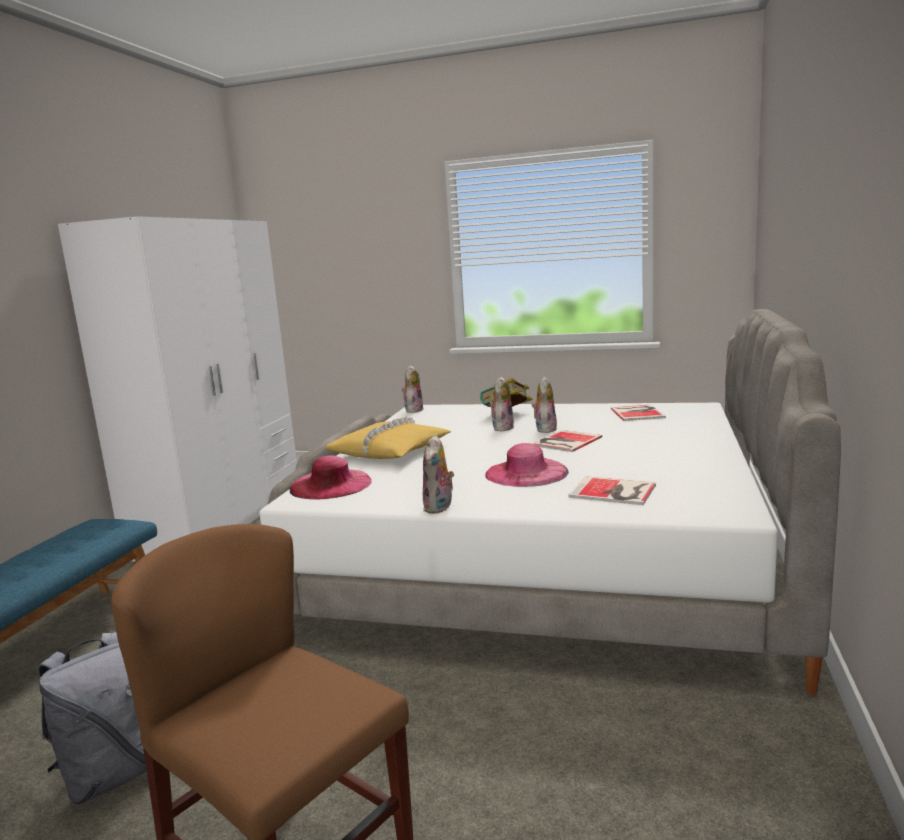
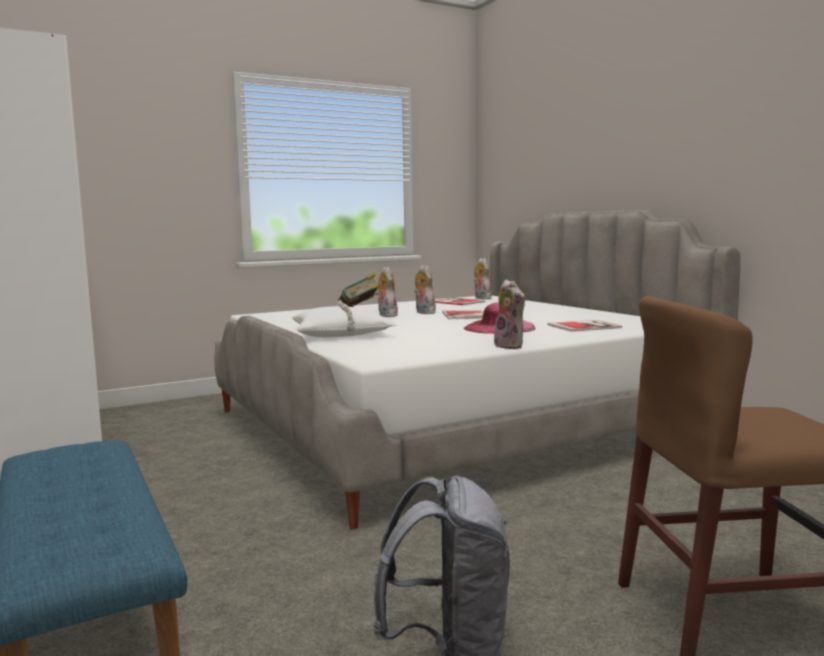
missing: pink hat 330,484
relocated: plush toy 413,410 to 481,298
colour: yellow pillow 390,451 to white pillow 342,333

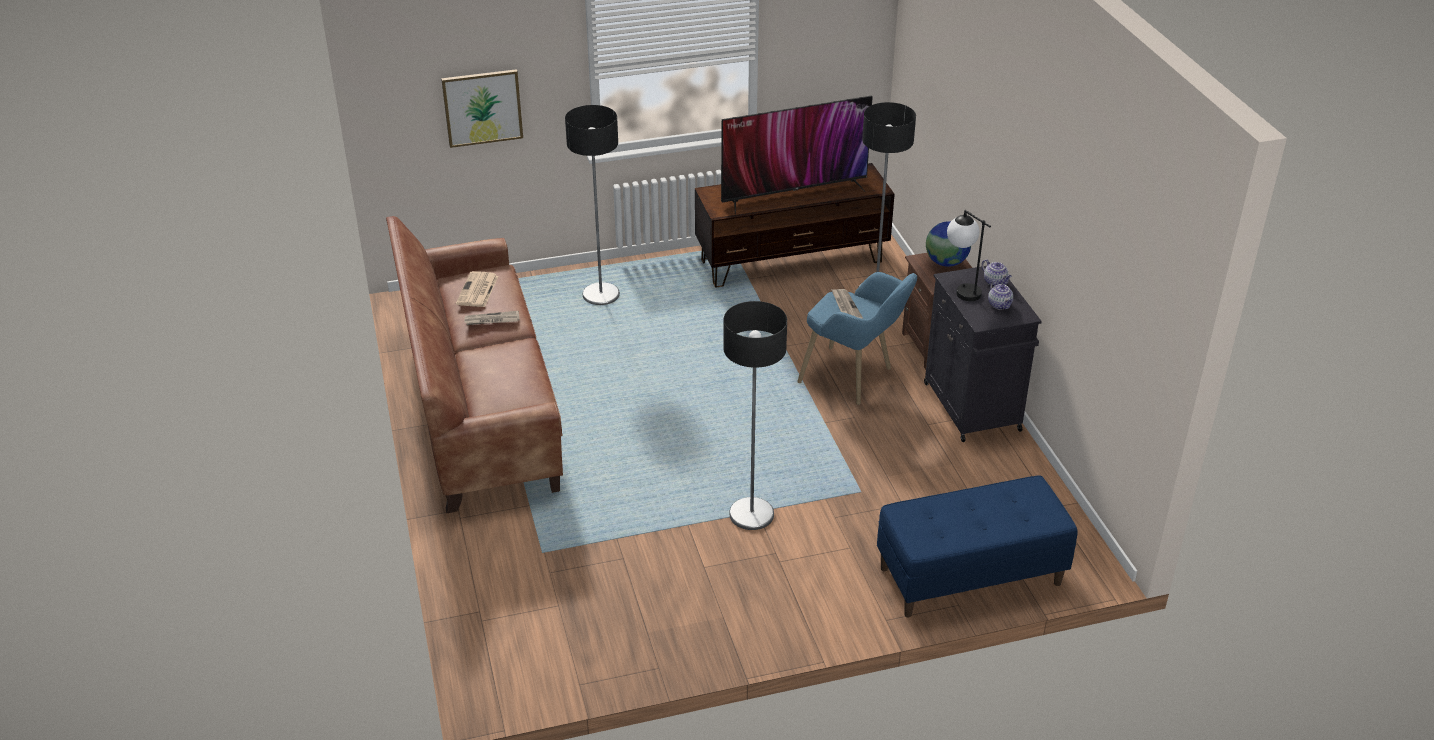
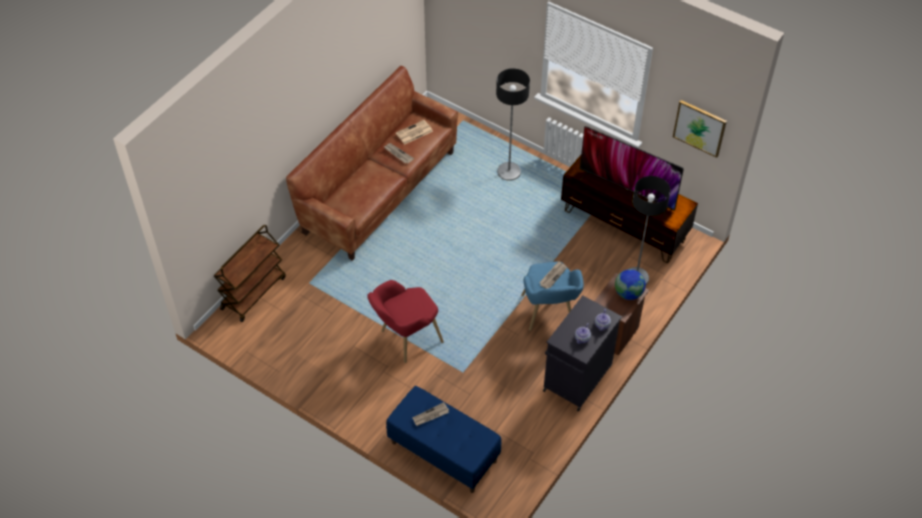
missing: table lamp 961,289
appeared: brown cart 253,292; newspaper 430,415
relocated: picture 482,107 to 699,128
exchanged: floor lamp 751,514 to red armchair 405,340

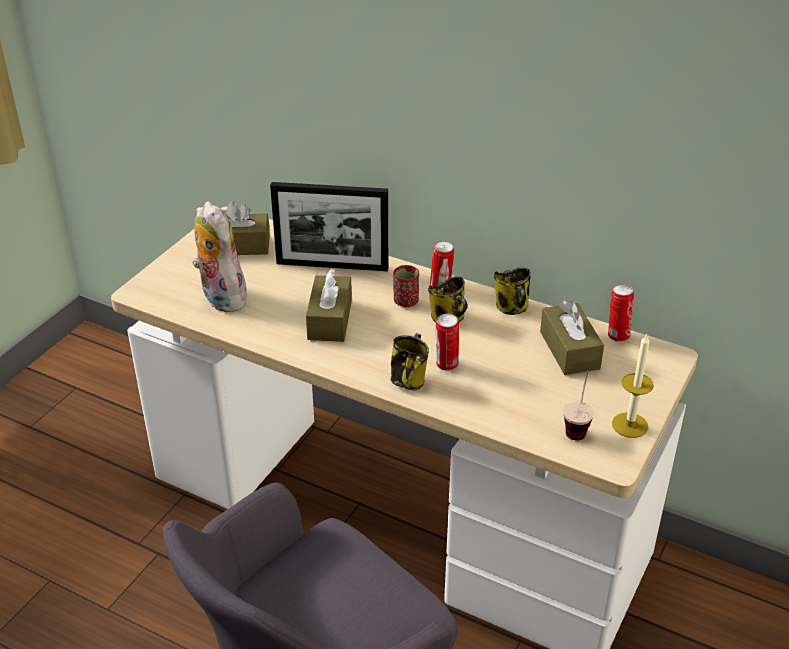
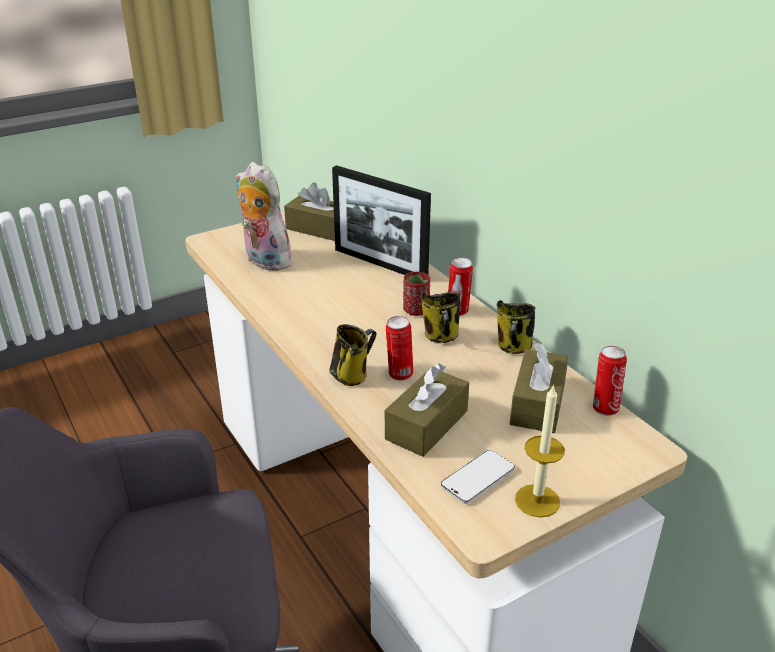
relocated: brown tissue box 330,320 to 426,425
exchanged: cup 577,425 to phone 477,478
spun: plush toy 220,297 = 264,261 45 degrees counterclockwise

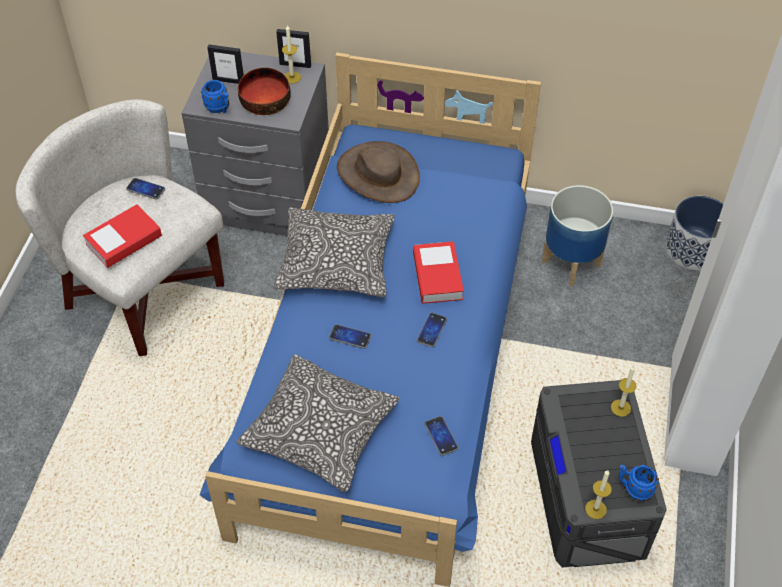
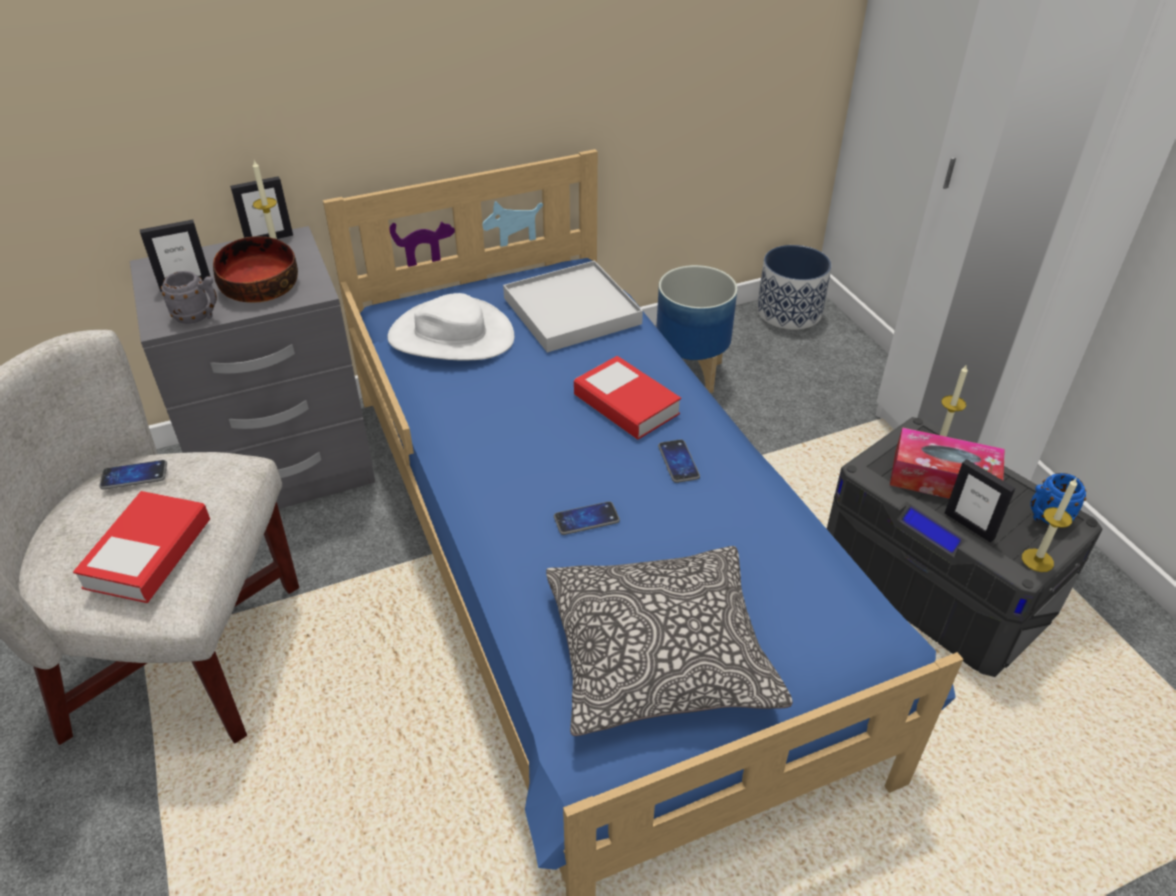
missing: pillow 336,262; phone 441,436
appeared: white tray 571,311; tissue box 942,479; picture frame 969,525
colour: blue mug 219,109 to grey mug 198,317; brown hat 378,174 to white hat 451,336

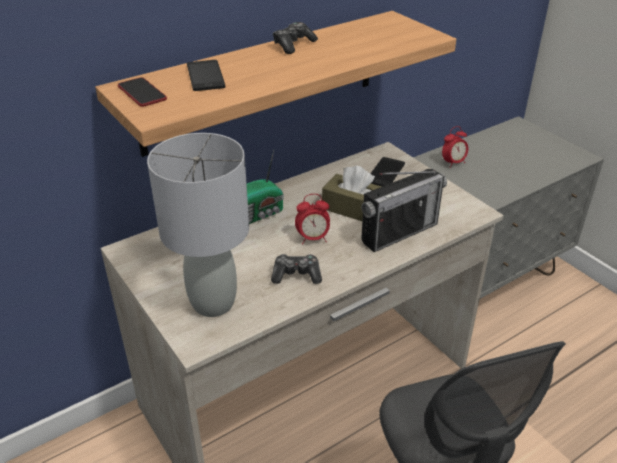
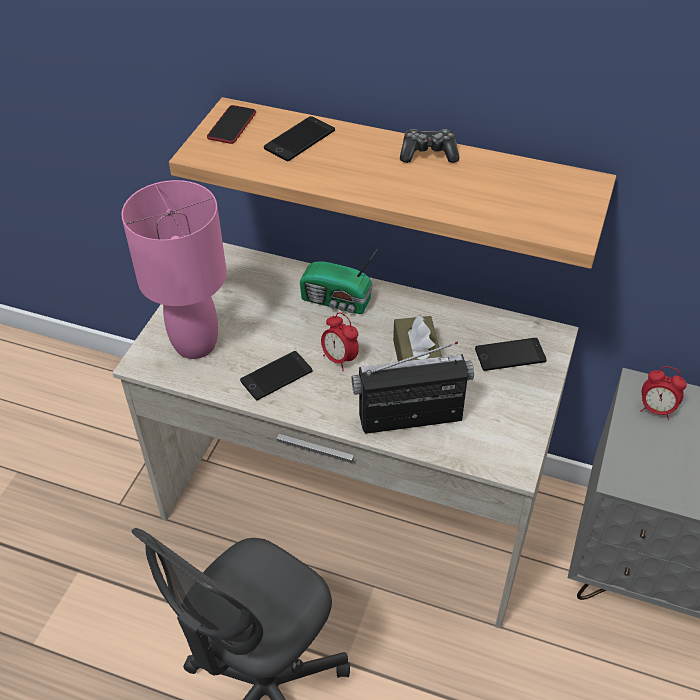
exchanged: game controller 296,275 to phone 276,376
colour: grey table lamp 213,304 to pink table lamp 195,345
spun: radio 399,233 = 410,417 150 degrees clockwise

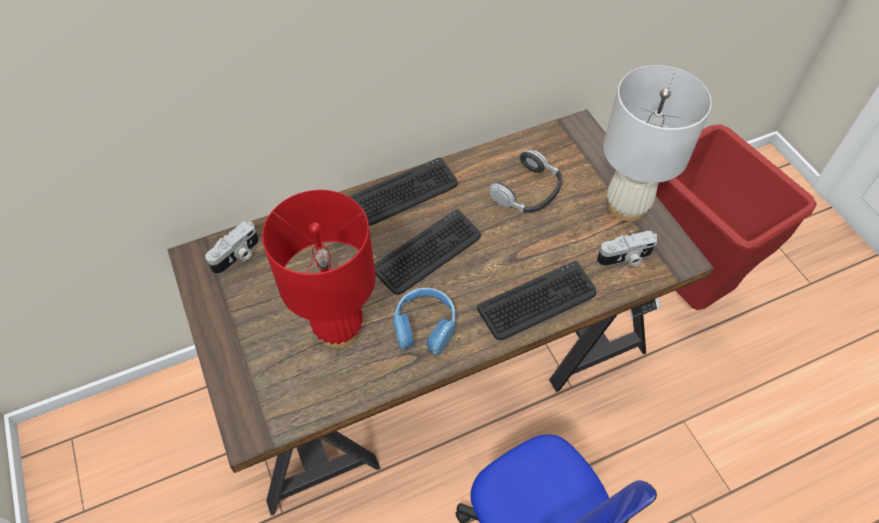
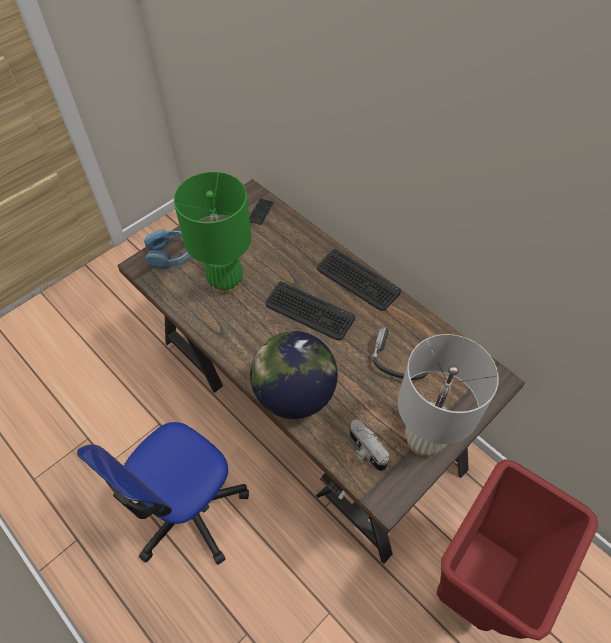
relocated: blue headphones 424,326 to 170,255
exchanged: photo camera 237,256 to phone 260,212; keyboard 537,301 to globe 294,395
colour: red table lamp 338,329 to green table lamp 225,282

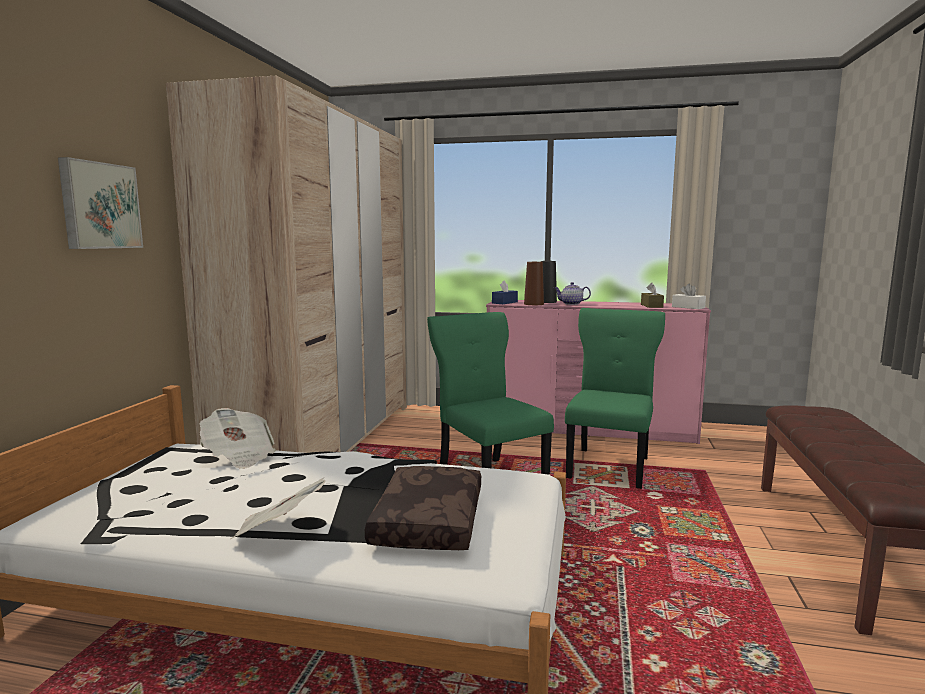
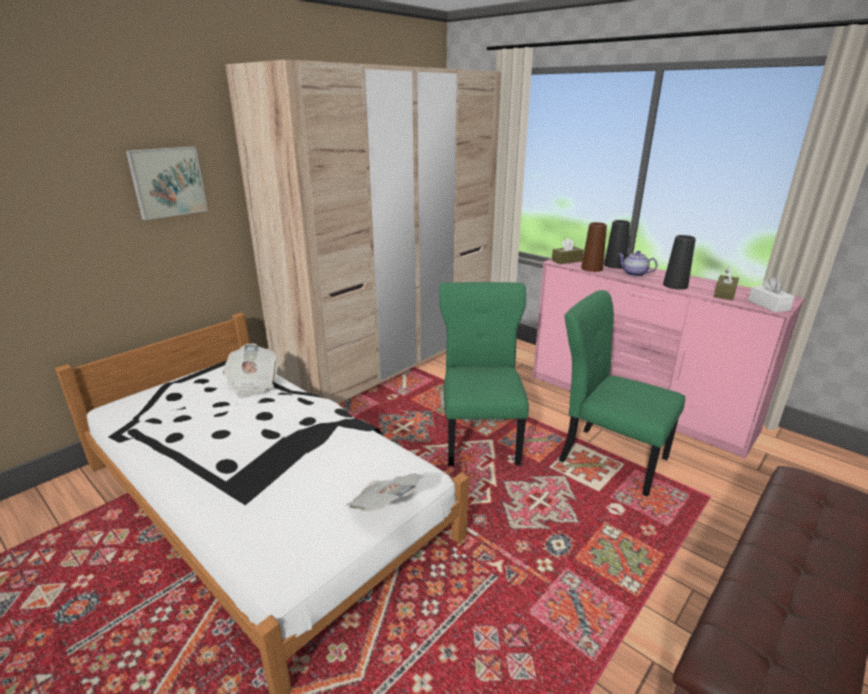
missing: brown pillow 427,521
appeared: black vase 675,285
relocated: newspaper 279,531 to 385,506
colour: blue tissue box 504,302 to brown tissue box 566,261
spun: green chair 610,466 = 608,458 105 degrees counterclockwise

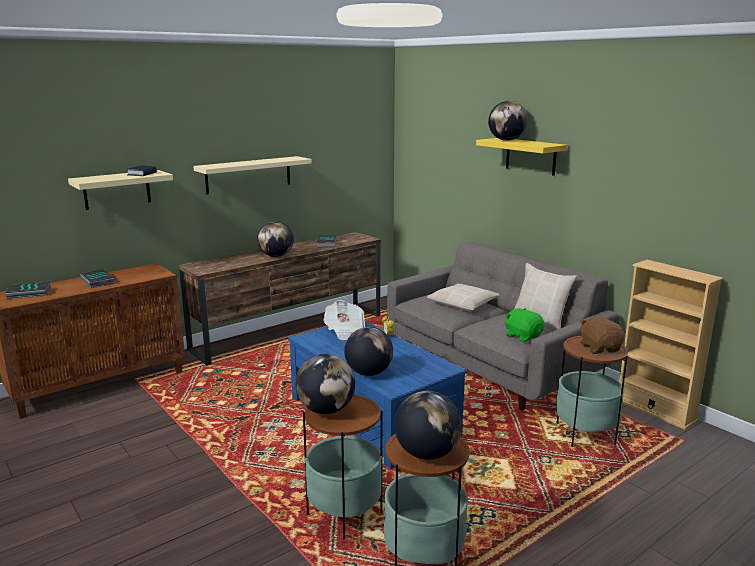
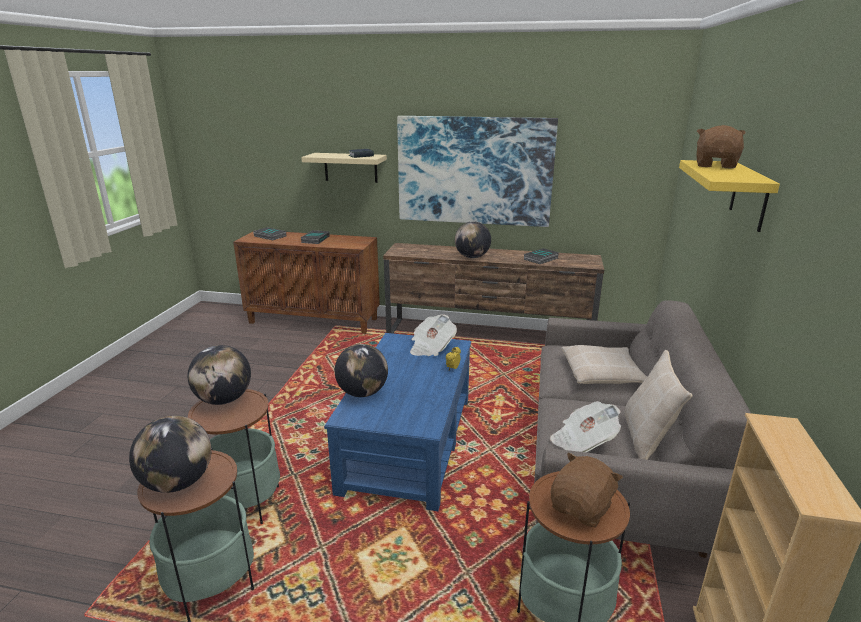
exchanged: beige shelf 248,175 to picture 474,171; green plush toy 522,336 to newspaper 583,442; globe 506,140 to brown plush toy 716,165

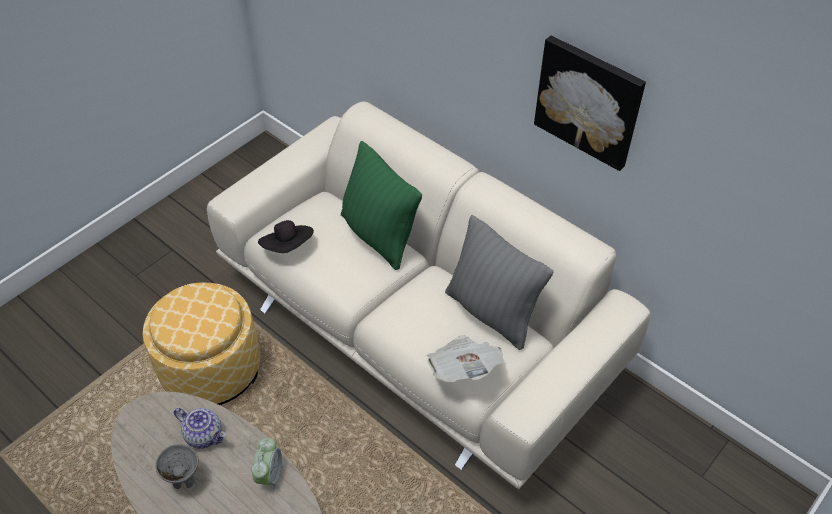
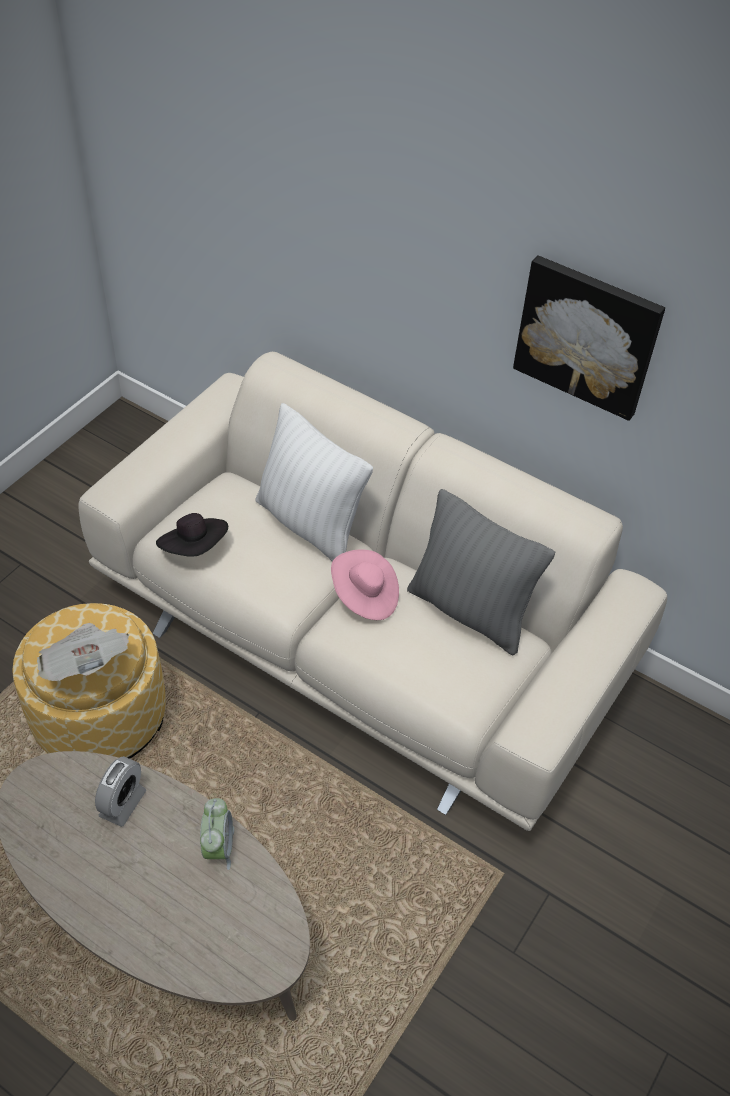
missing: grey bowl 184,480
appeared: pink hat 365,596
relocated: newspaper 463,369 to 86,665
exchanged: teapot 204,435 to alarm clock 122,803
colour: green pillow 379,236 to white pillow 310,524

